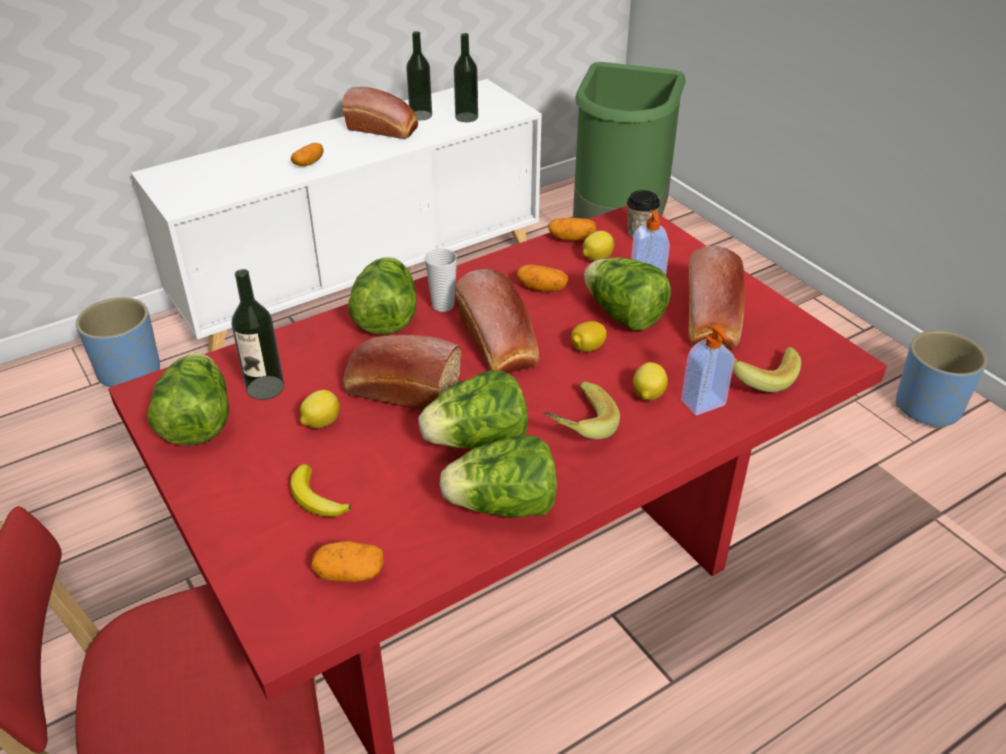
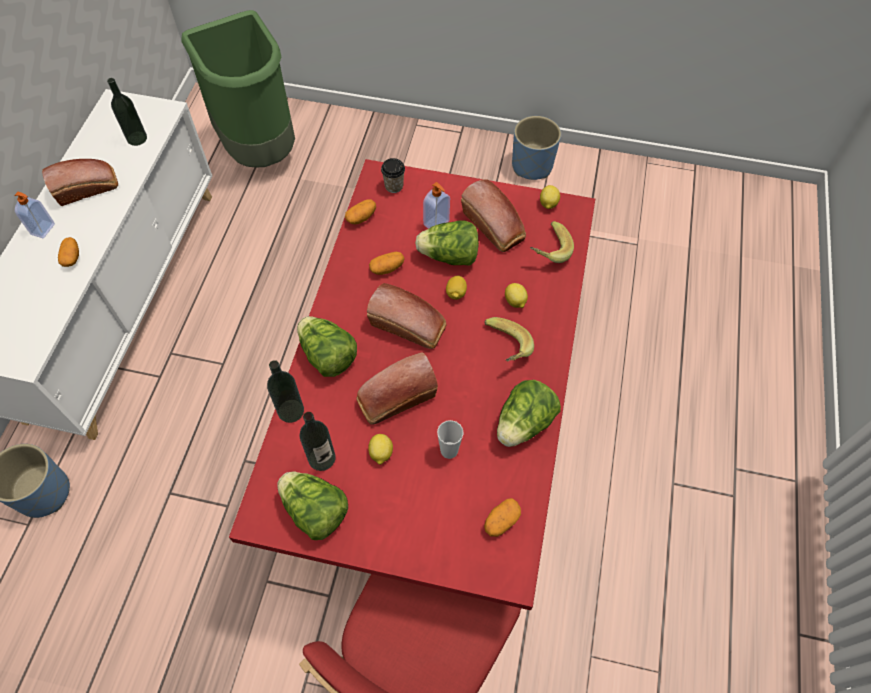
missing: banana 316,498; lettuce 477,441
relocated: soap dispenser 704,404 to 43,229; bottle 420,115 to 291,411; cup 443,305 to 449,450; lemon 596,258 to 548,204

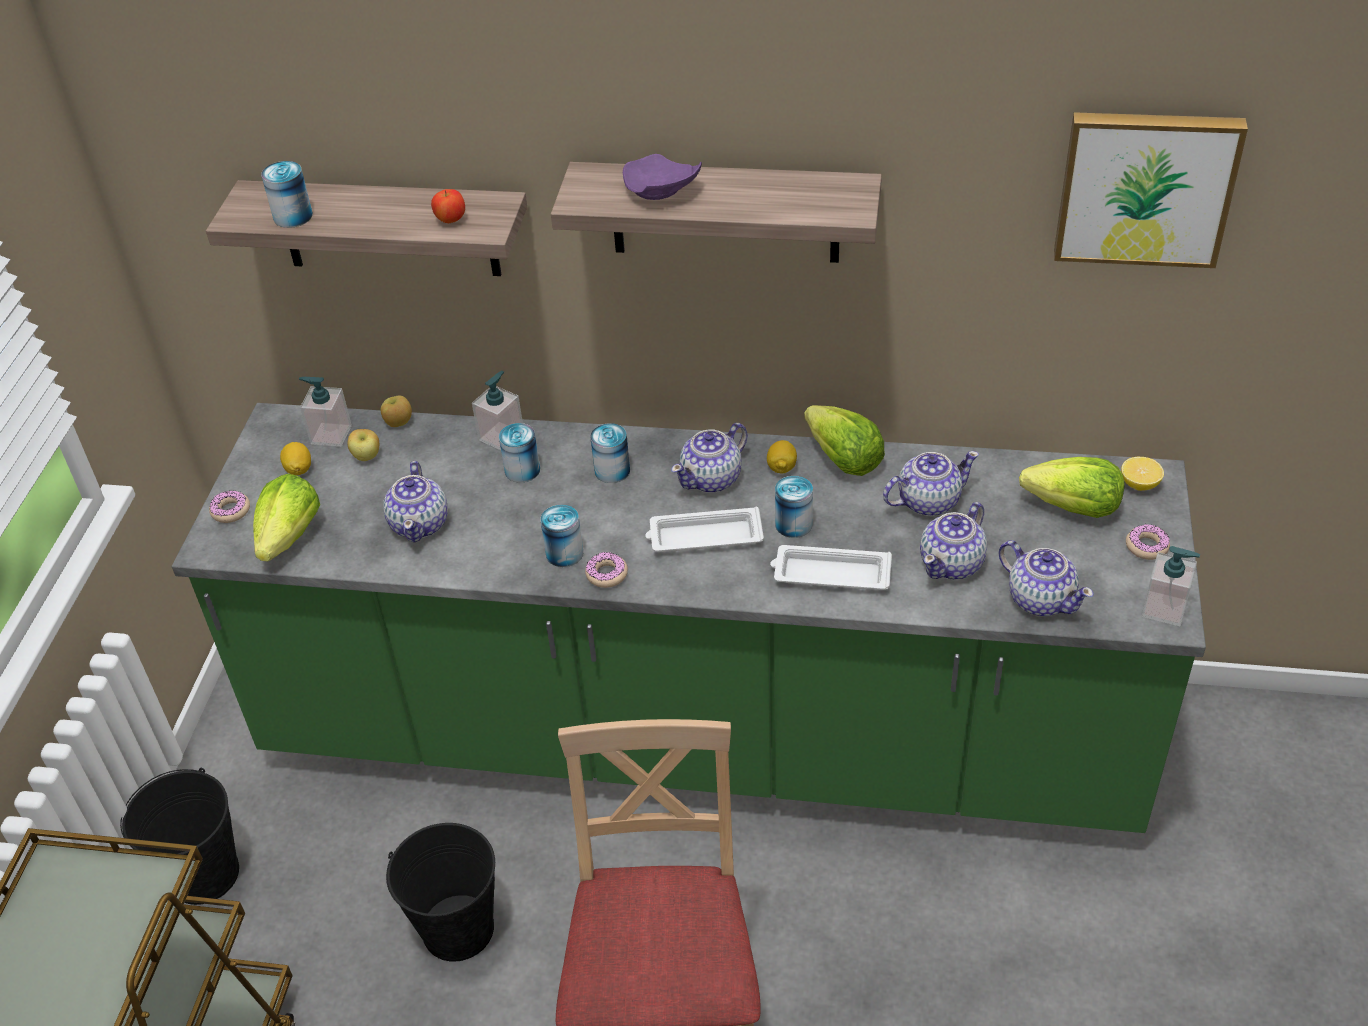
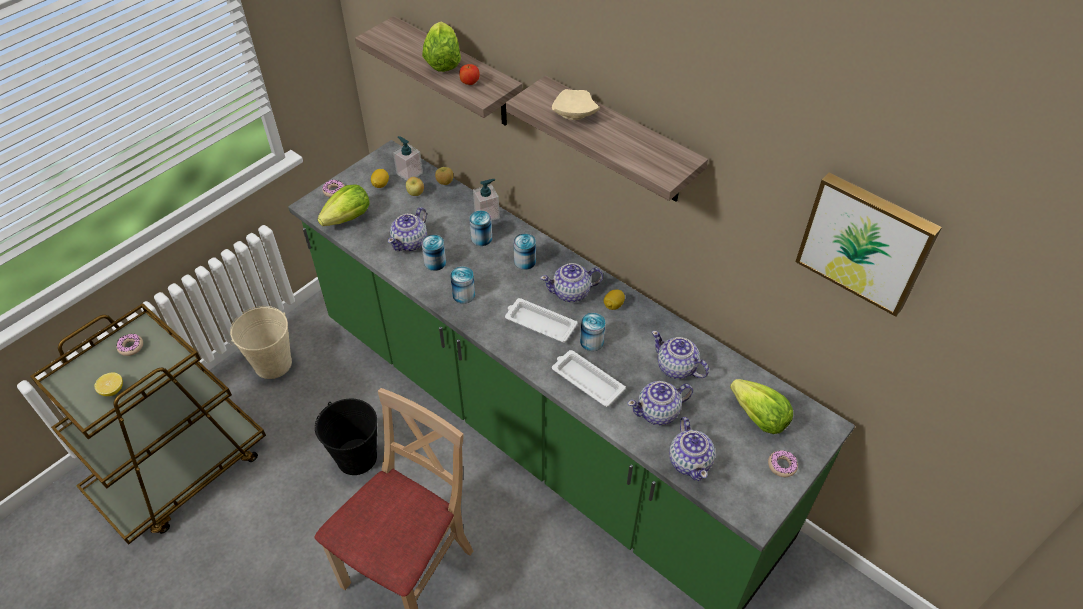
missing: soap dispenser 1164,608
relocated: lemon 1139,484 to 113,390; donut 606,574 to 131,347; can 293,216 to 435,262; lettuce 843,460 to 442,62
colour: black bucket 205,874 to beige bucket 273,364; purple plate 659,191 to beige plate 573,114
spun: teapot 927,501 = 676,368 150 degrees counterclockwise

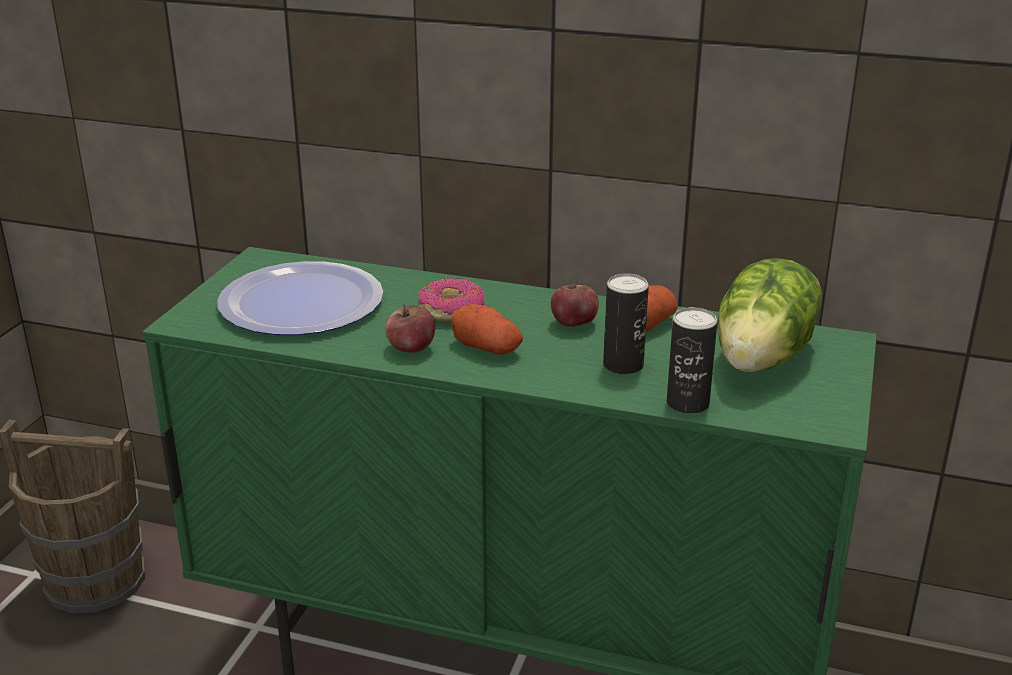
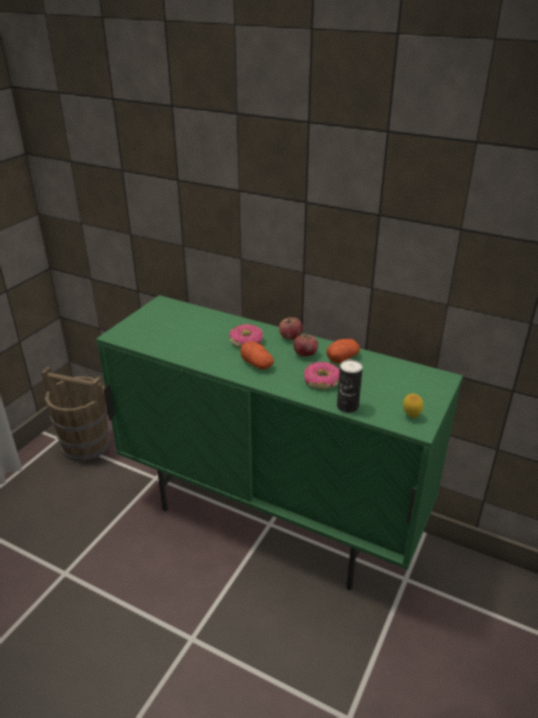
missing: plate 302,302; lettuce 764,358
appeared: lemon 411,416
relocated: apple 410,348 to 290,337
exchanged: can 623,365 to donut 322,381

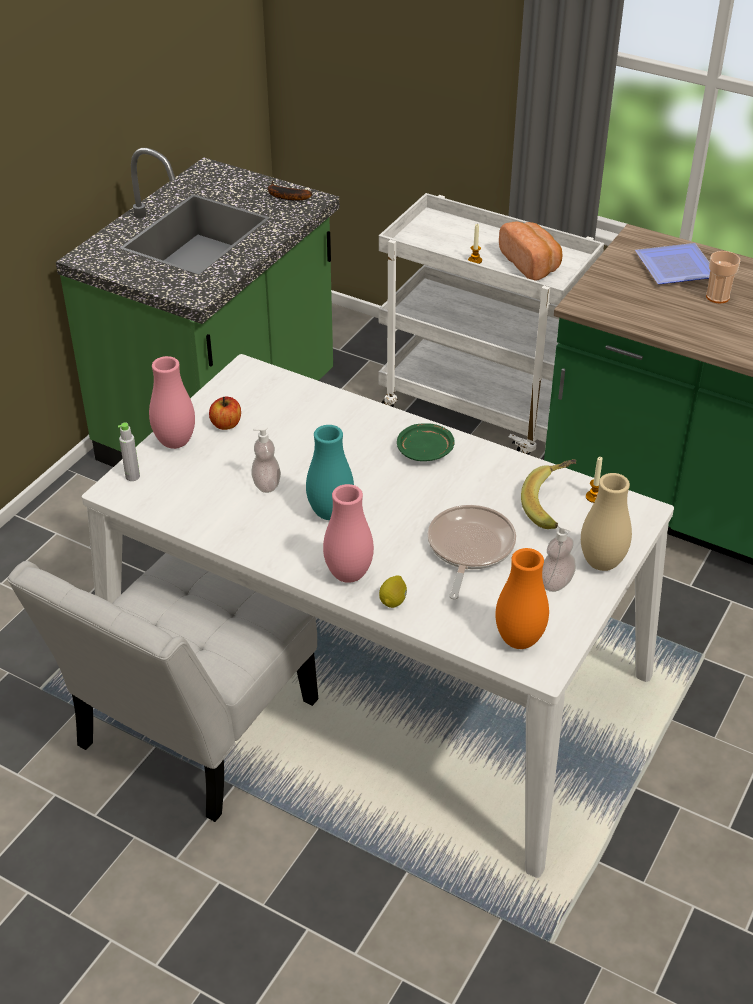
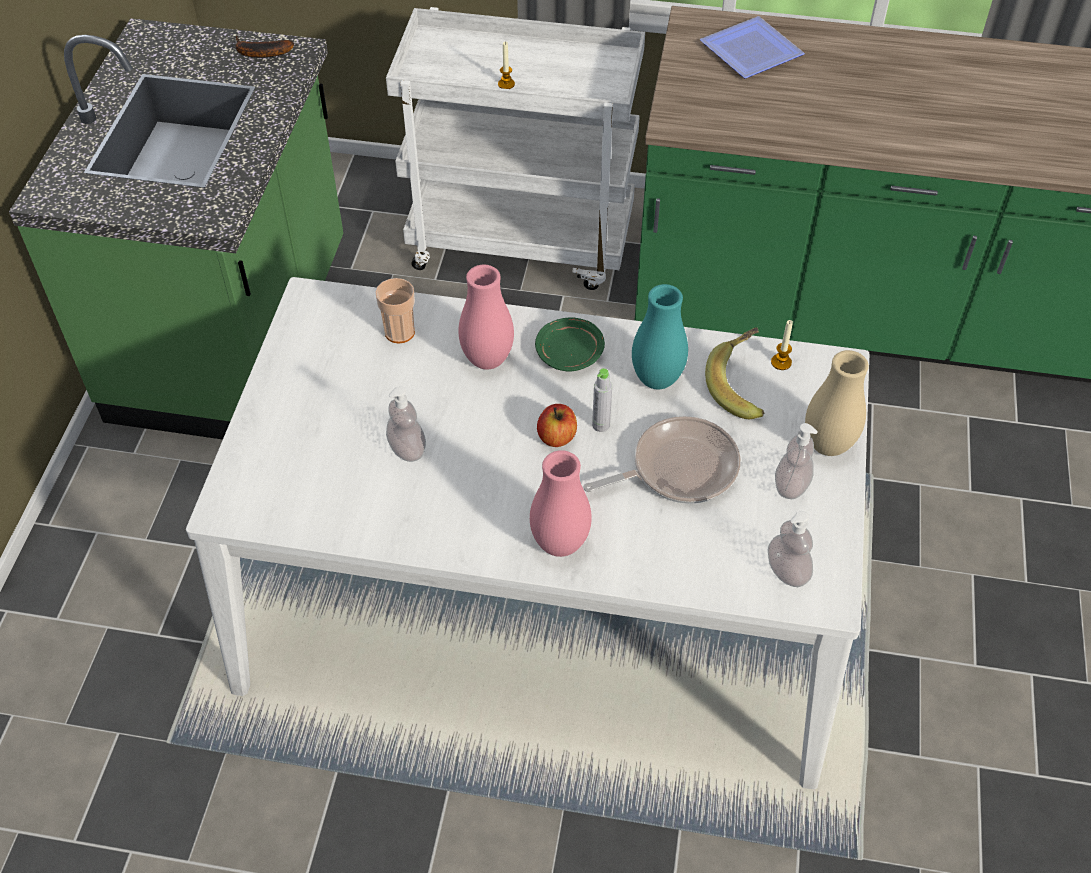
missing: white chair 189,733; lemon 393,601; bread 531,264
relocated: cup 717,297 to 399,332; pink vase 175,442 to 487,360; apple 226,424 to 557,437; grey bottle 132,476 to 601,425; turquoise vase 330,513 to 657,379
exchanged: orange vase 519,640 to soap dispenser 787,571
spun: frying pan 469,548 = 678,468 75 degrees clockwise

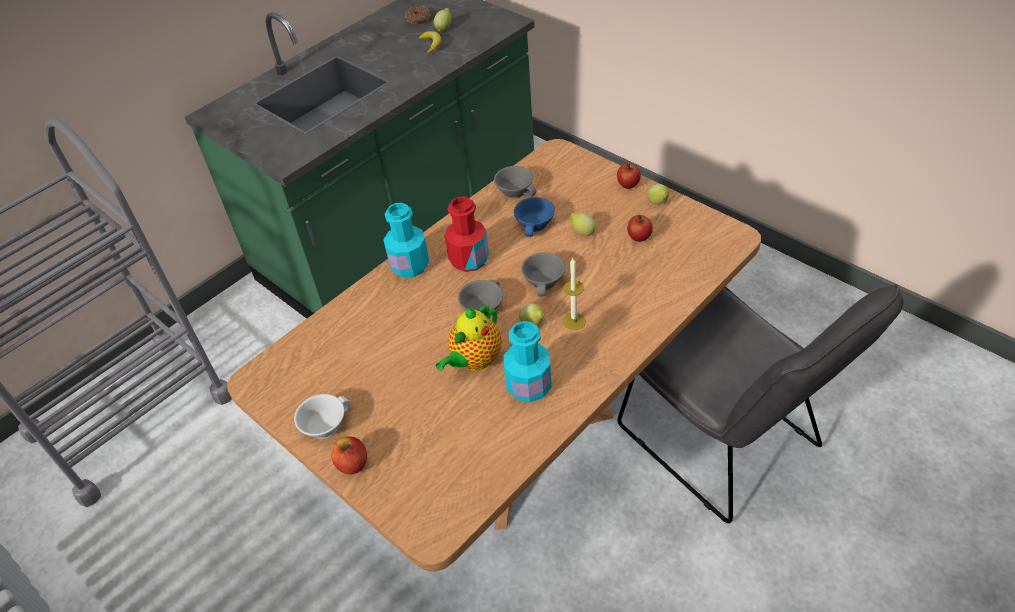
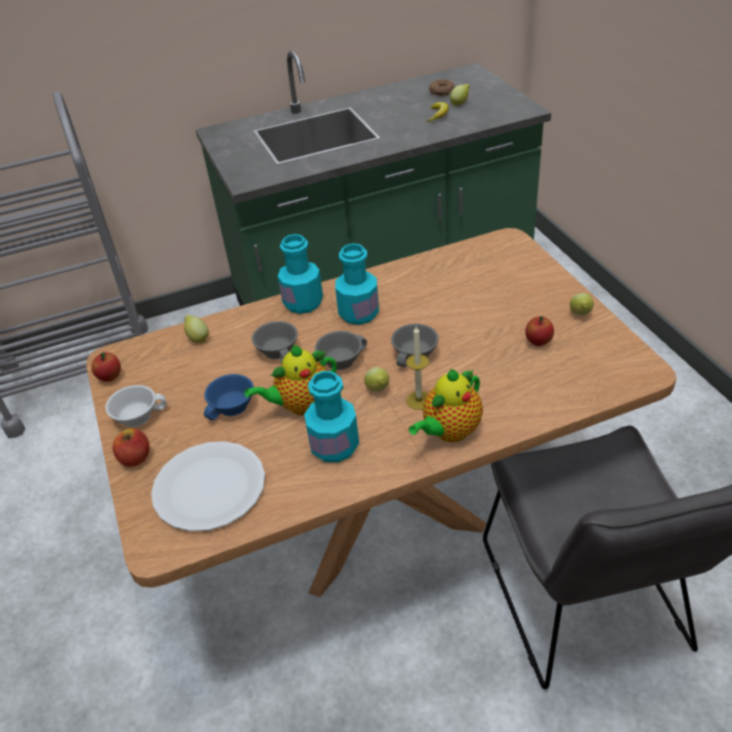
appeared: white plate 209,487; teapot 449,432
relocated: apple 628,185 to 110,377; lemon 582,232 to 198,338; blue cup 536,225 to 233,407; grey cup 516,191 to 279,351
colour: red bottle 469,259 to turquoise bottle 359,313

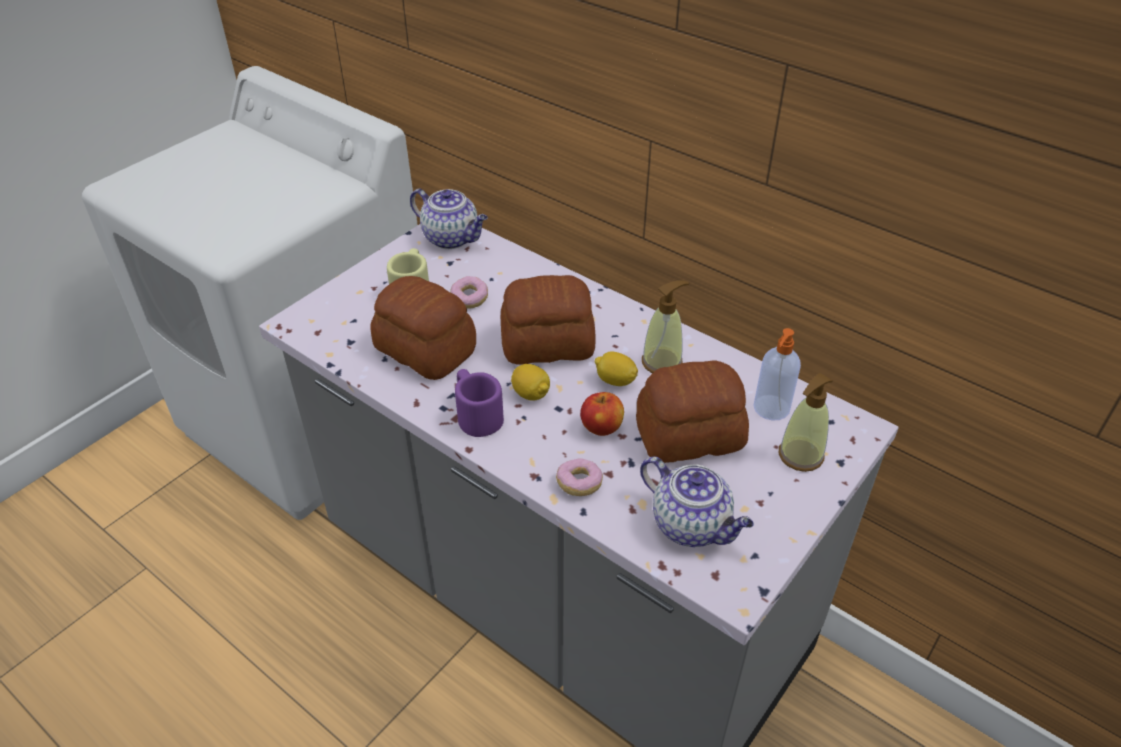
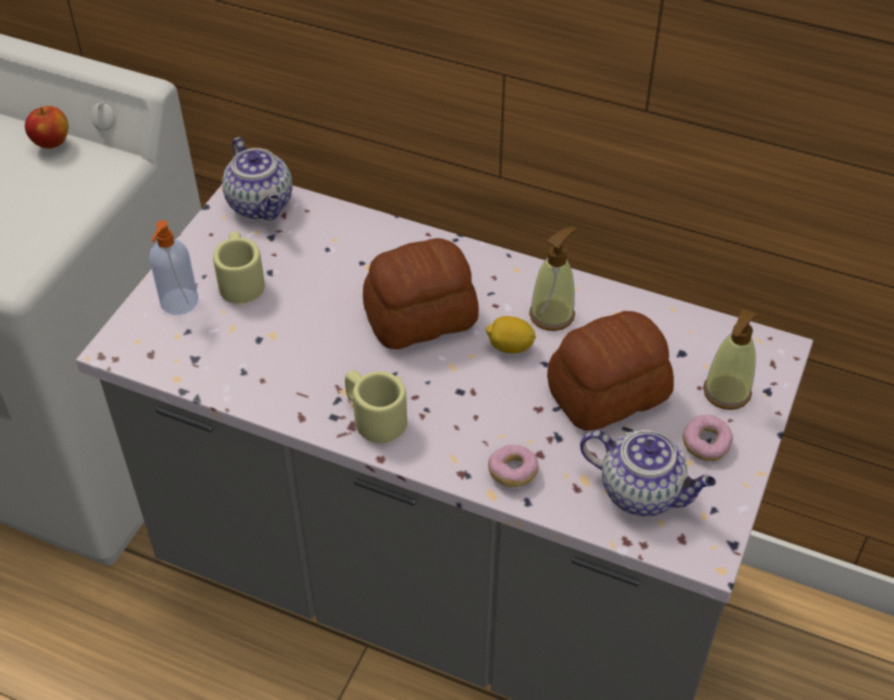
missing: bread 425,351; lemon 531,394
relocated: apple 601,428 to 51,142; soap dispenser 771,409 to 178,303; donut 469,299 to 705,445
colour: purple mug 476,414 to beige mug 373,417
spun: teapot 452,238 = 262,205 45 degrees clockwise

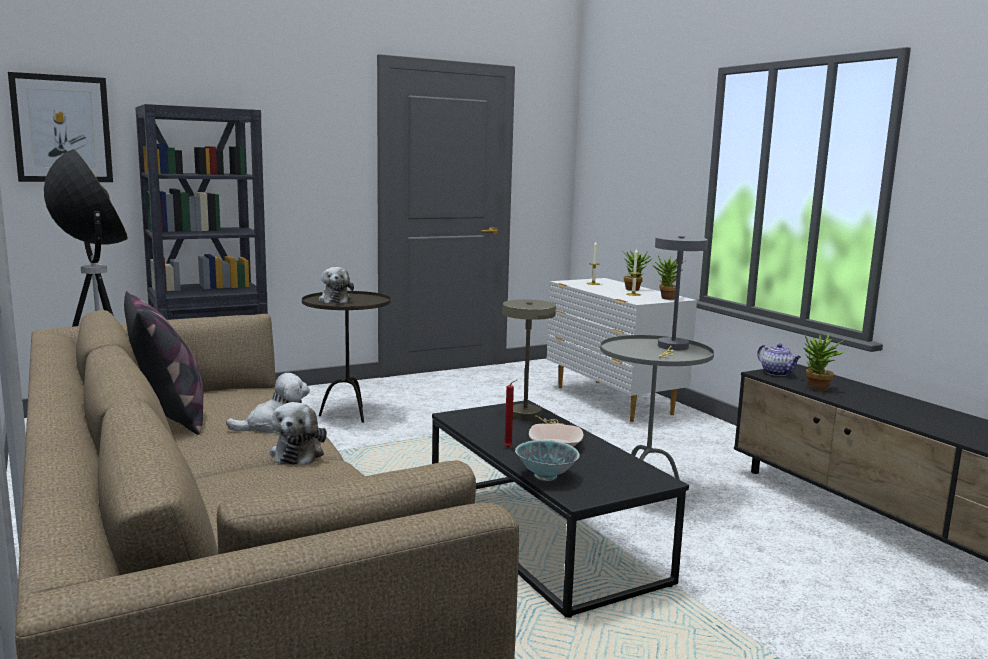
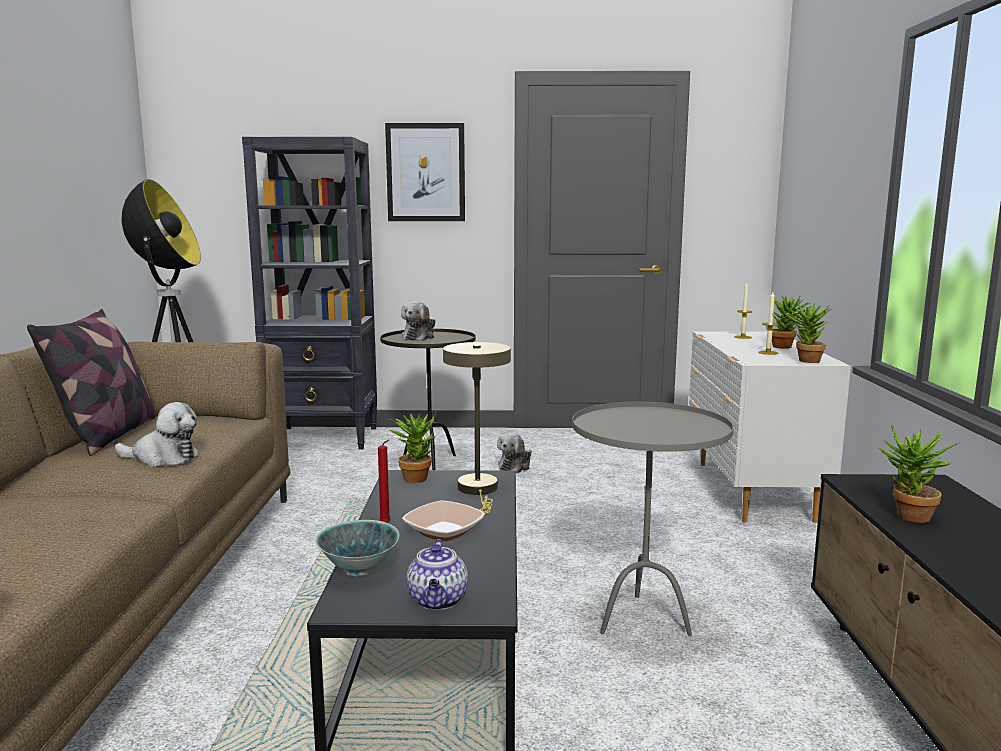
missing: grey table lamp 672,348
appeared: potted plant 416,477
relocated: picture 62,129 to 426,172; teapot 777,373 to 438,601; plush toy 298,453 to 515,466

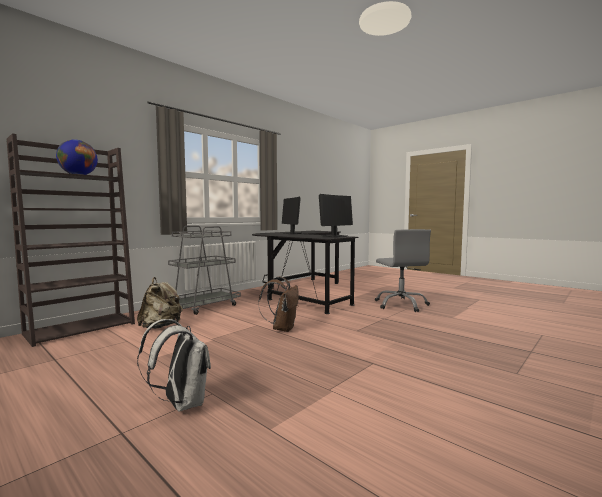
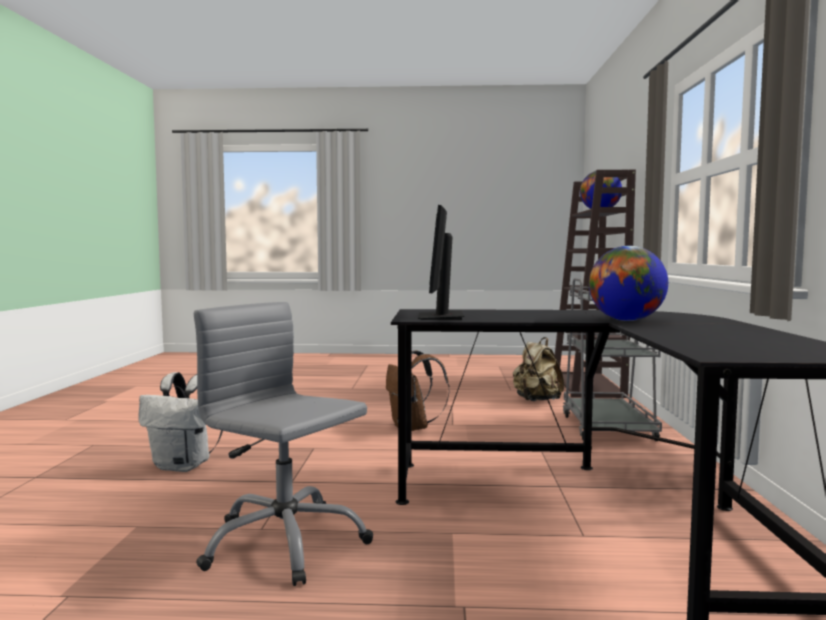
relocated: white backpack 181,404 to 184,466
exchanged: monitor 292,233 to globe 626,320

